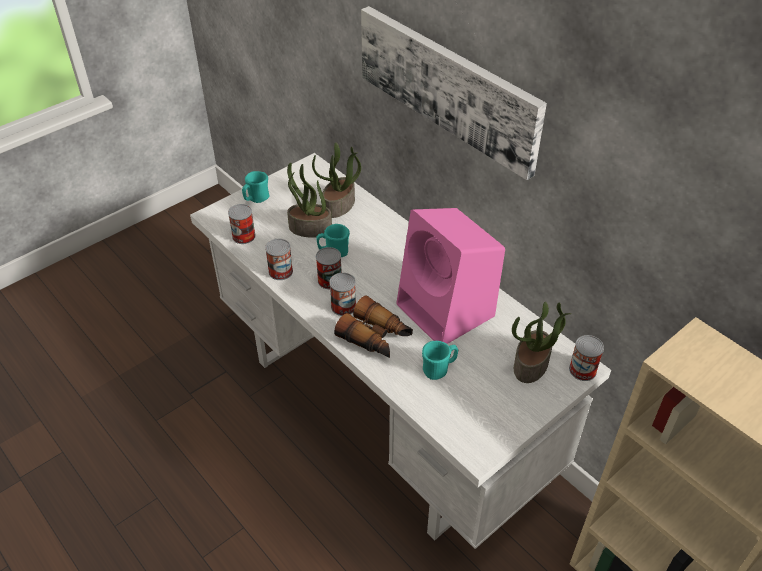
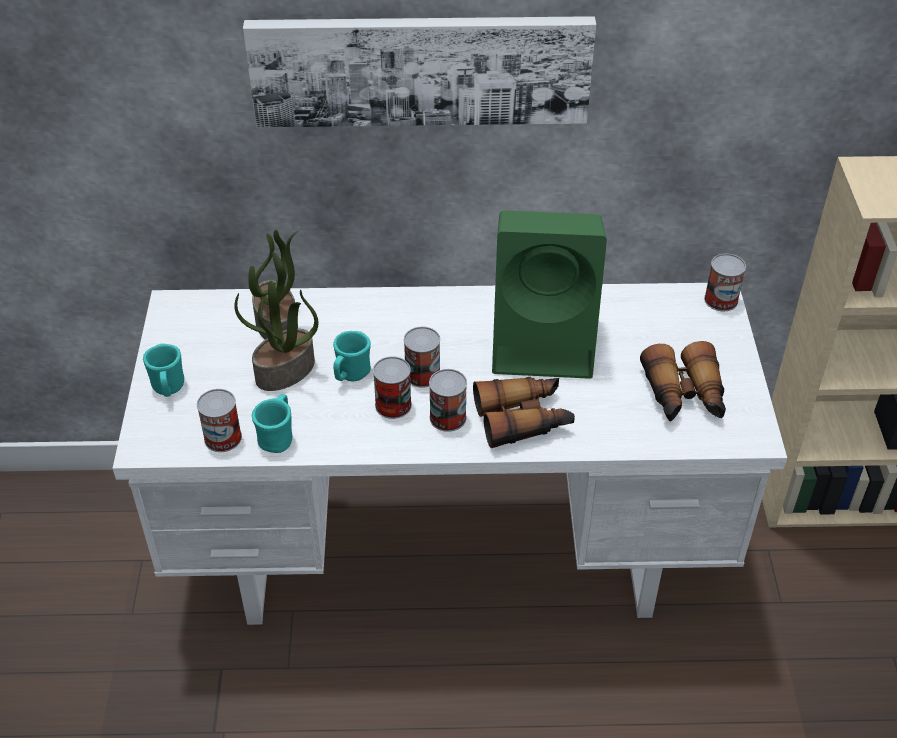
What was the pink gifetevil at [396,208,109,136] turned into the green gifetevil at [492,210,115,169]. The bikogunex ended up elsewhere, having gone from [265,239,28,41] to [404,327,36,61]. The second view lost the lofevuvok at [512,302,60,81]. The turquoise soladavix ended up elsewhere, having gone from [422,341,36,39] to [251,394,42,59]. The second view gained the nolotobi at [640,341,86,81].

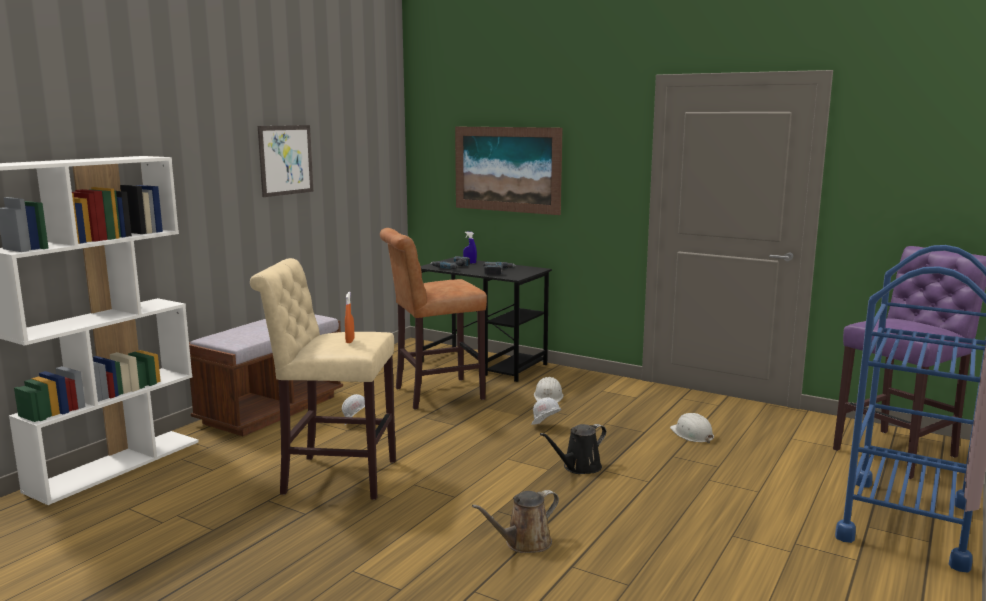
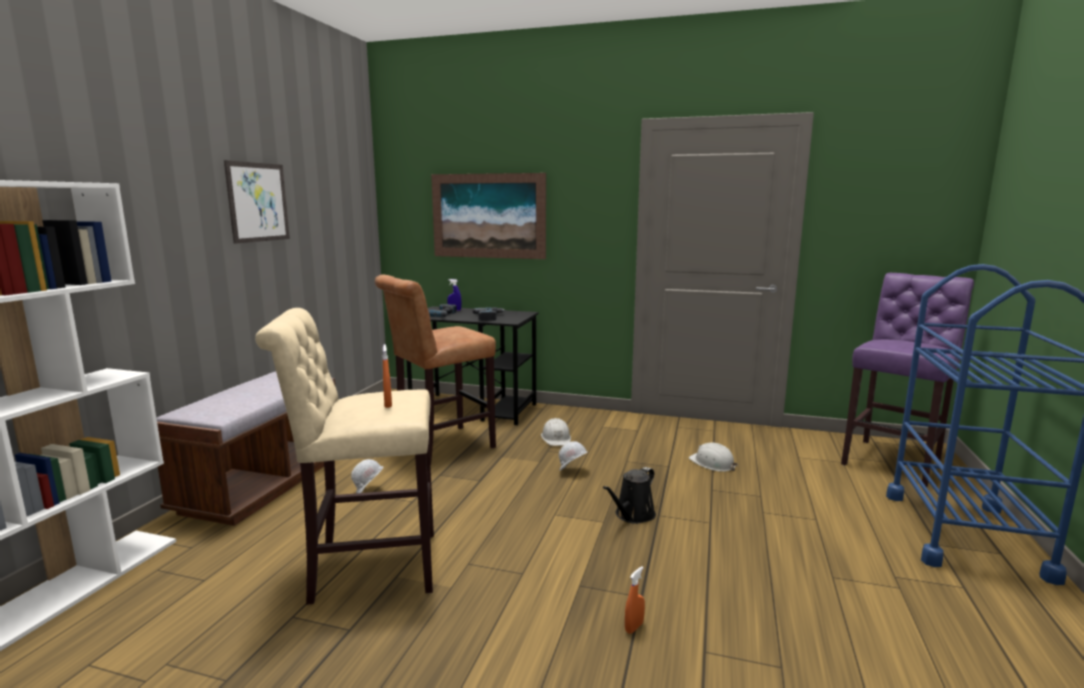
Where the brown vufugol stood at [472,490,87,63], the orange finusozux came to stand at [625,566,20,68].

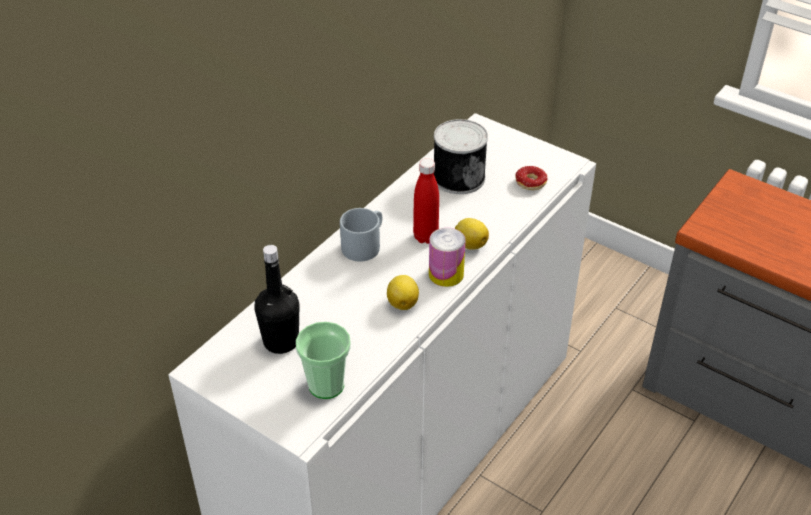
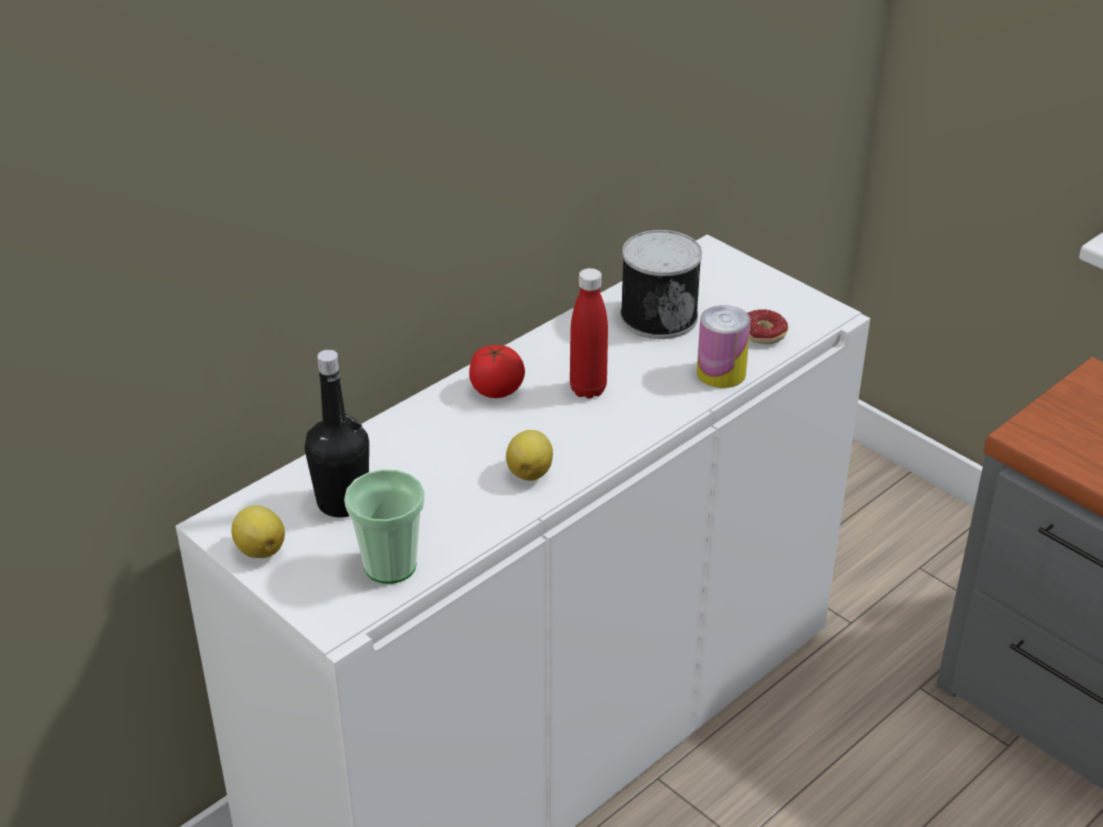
Where the grey soladavix stood at [340,208,42,54], the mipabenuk came to stand at [469,345,56,53]. The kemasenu ended up elsewhere, having gone from [455,218,34,32] to [231,505,54,53]. The bikogunex ended up elsewhere, having gone from [429,228,37,59] to [697,305,54,83].

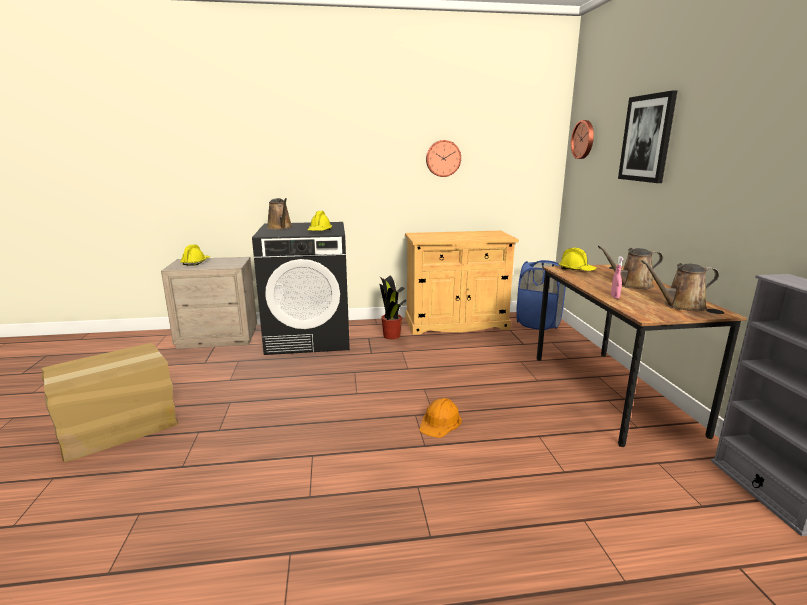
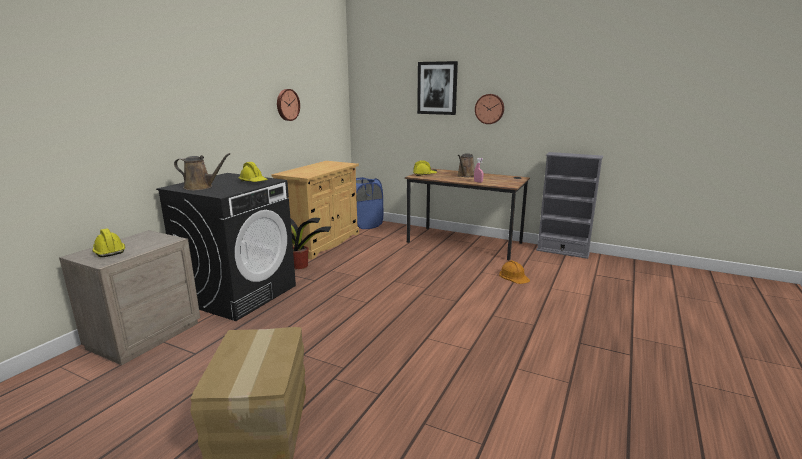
The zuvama ended up elsewhere, having gone from [571,120,23,39] to [475,94,29,30]. The second view lost the brown vufugol at [641,260,78,51]. The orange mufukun ended up elsewhere, having gone from [419,398,43,40] to [499,261,31,23].

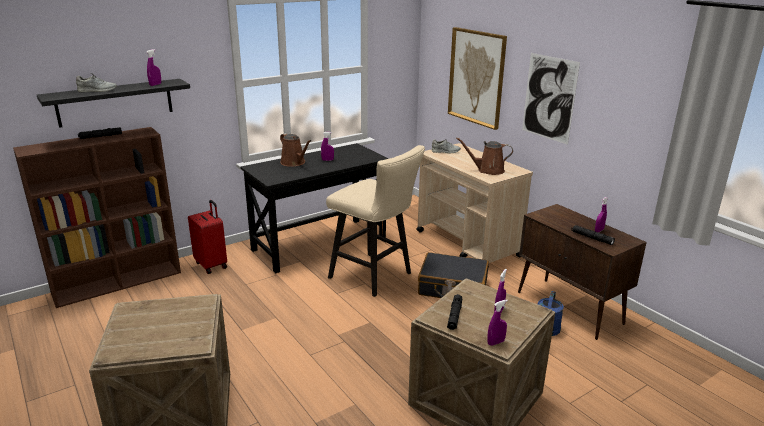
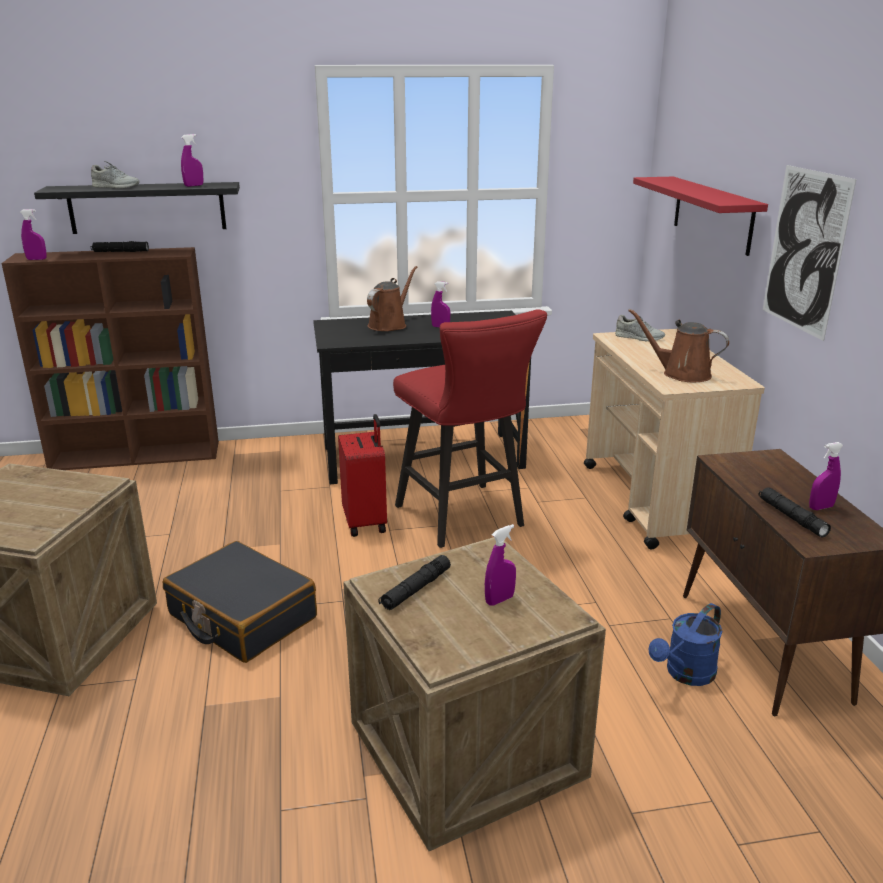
Where the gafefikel hung at [448,27,59,103], the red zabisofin came to hang at [633,177,135,79]. The brown vufugol at [280,133,32,34] ended up facing another way, 135 degrees counterclockwise from before. What was the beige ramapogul at [326,145,99,152] turned into the red ramapogul at [393,309,154,239]. The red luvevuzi ended up elsewhere, having gone from [188,200,39,74] to [338,414,49,123]. The black luvevuzi ended up elsewhere, having gone from [418,252,71,46] to [163,541,154,122]. The purple finusozux ended up elsewhere, having gone from [487,300,21,46] to [20,209,27,51].

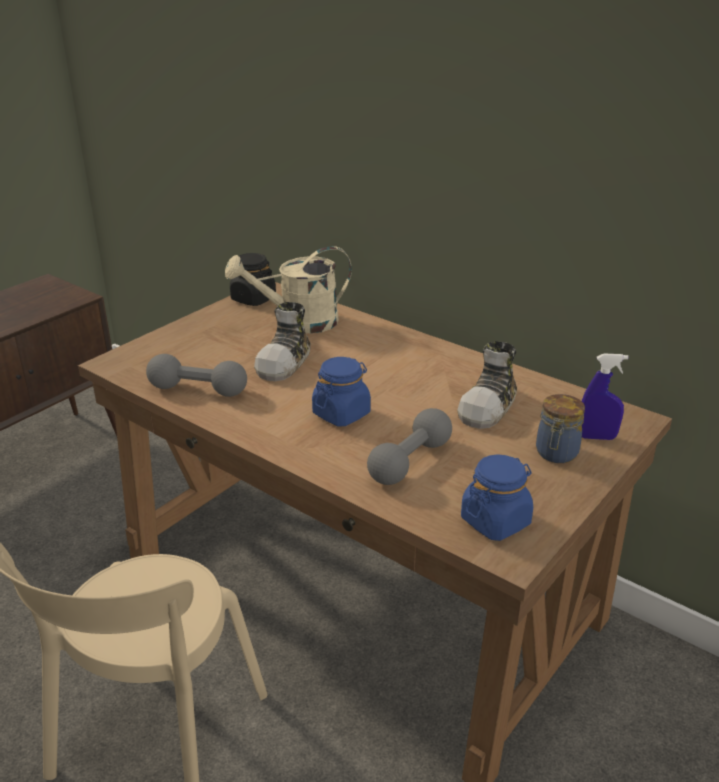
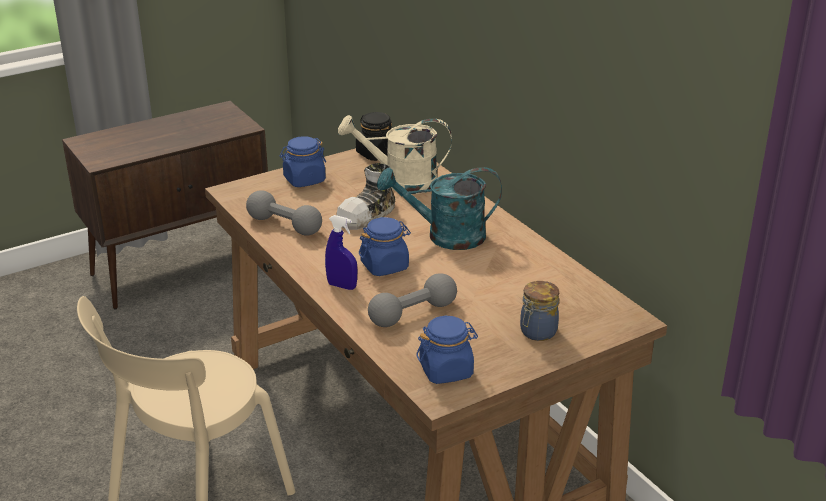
The second view lost the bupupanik at [457,341,60,88]. The blue finusozux ended up elsewhere, having gone from [582,354,46,86] to [325,215,32,75]. The second view gained the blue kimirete at [280,136,46,51]. The second view gained the turquoise vufugol at [377,167,125,83].

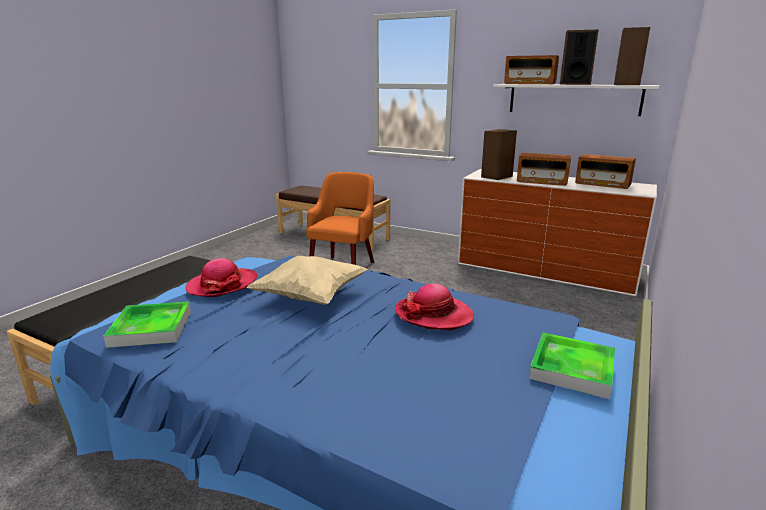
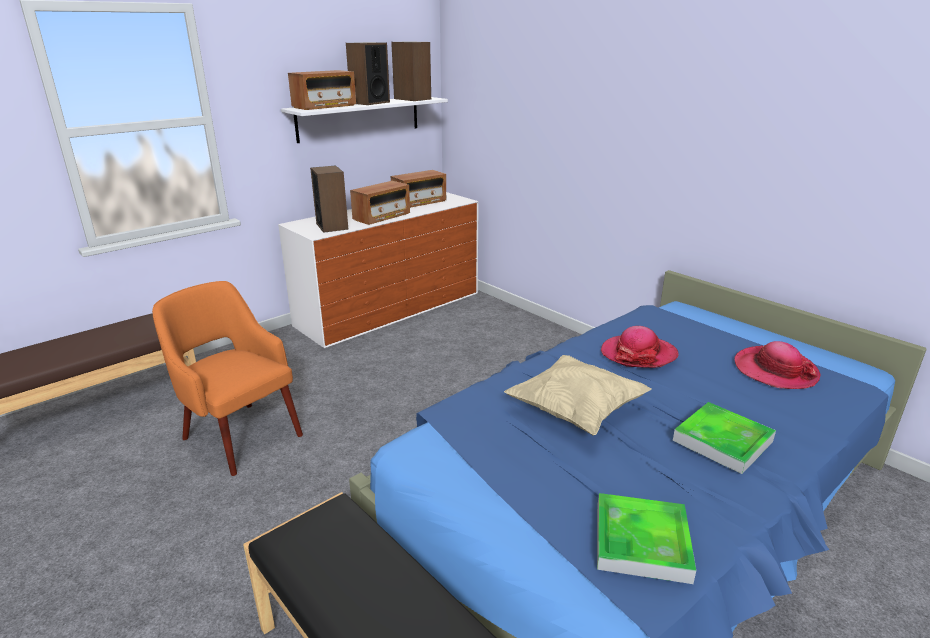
The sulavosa ended up elsewhere, having gone from [186,258,72,39] to [734,341,86,48]. The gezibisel ended up elsewhere, having gone from [529,332,86,67] to [673,402,103,72].

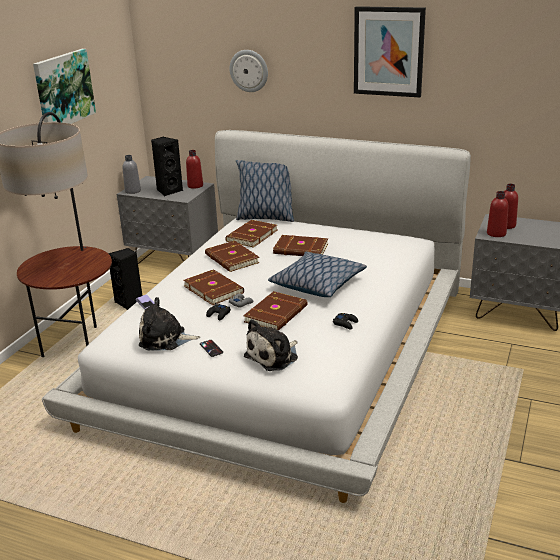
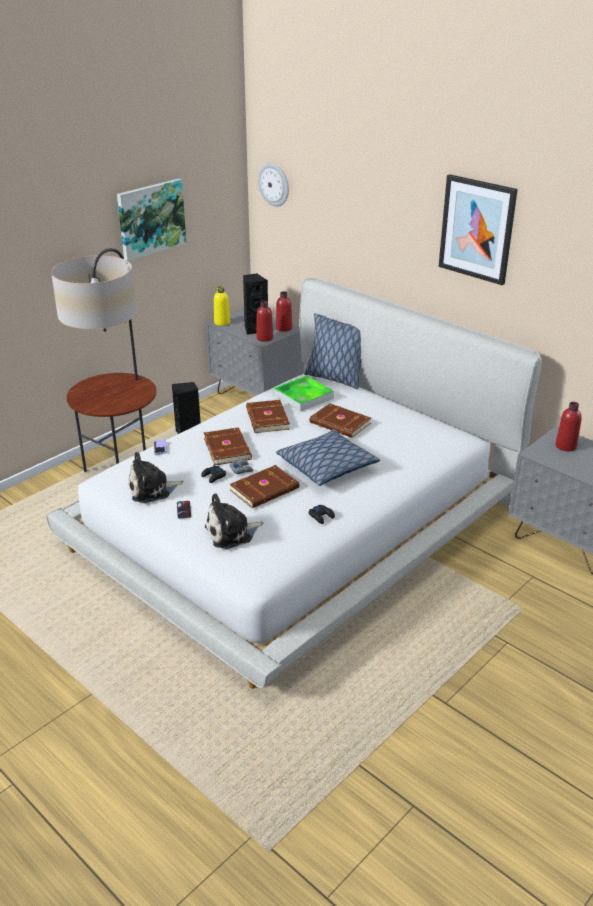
The zuvama ended up elsewhere, having gone from [229,50,39,42] to [258,163,31,44]. What was the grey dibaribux at [123,155,18,39] turned into the yellow dibaribux at [214,286,16,40]. The red dibaribux ended up elsewhere, having gone from [487,191,21,46] to [256,301,17,41]. Where the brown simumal stood at [225,220,52,28], the gezibisel came to stand at [274,376,60,36]. The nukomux at [139,297,61,54] ended up facing another way, 45 degrees counterclockwise from before.

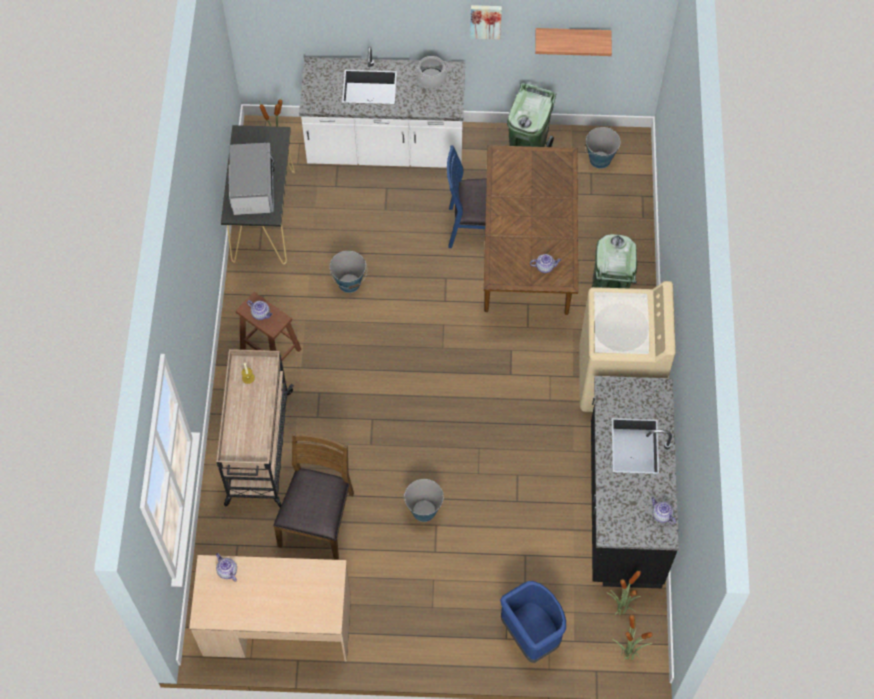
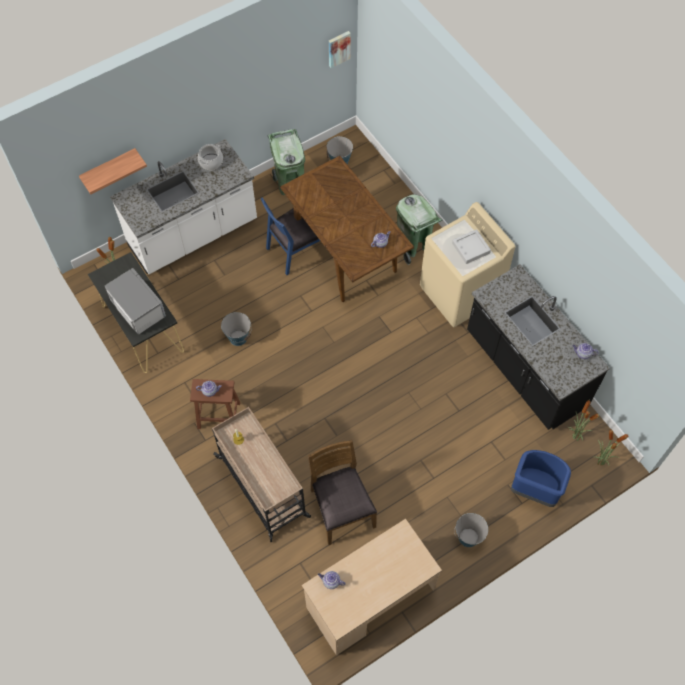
The gafefikel ended up elsewhere, having gone from [470,5,32,35] to [329,31,22,37]. The zabisofin ended up elsewhere, having gone from [535,28,77,28] to [79,148,68,47]. The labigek ended up elsewhere, having gone from [404,479,40,43] to [454,513,34,34]. The second view gained the grey gezibisel at [452,229,39,35].

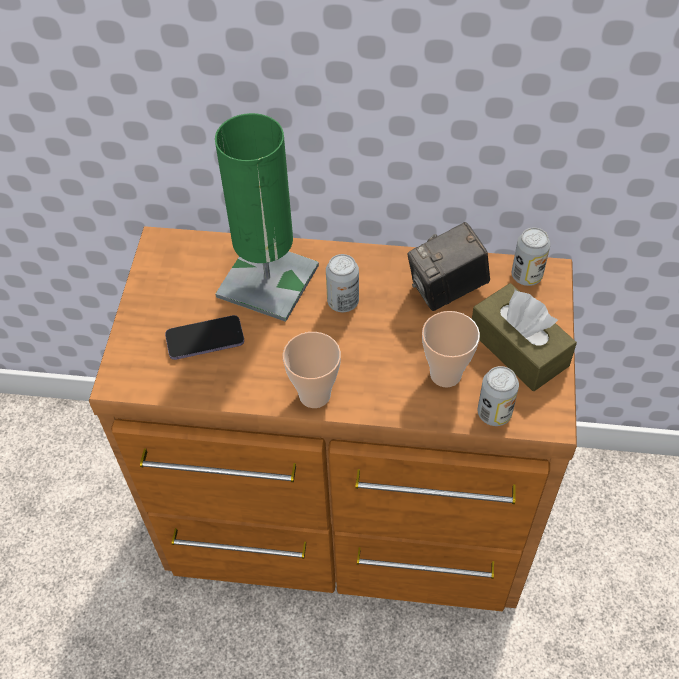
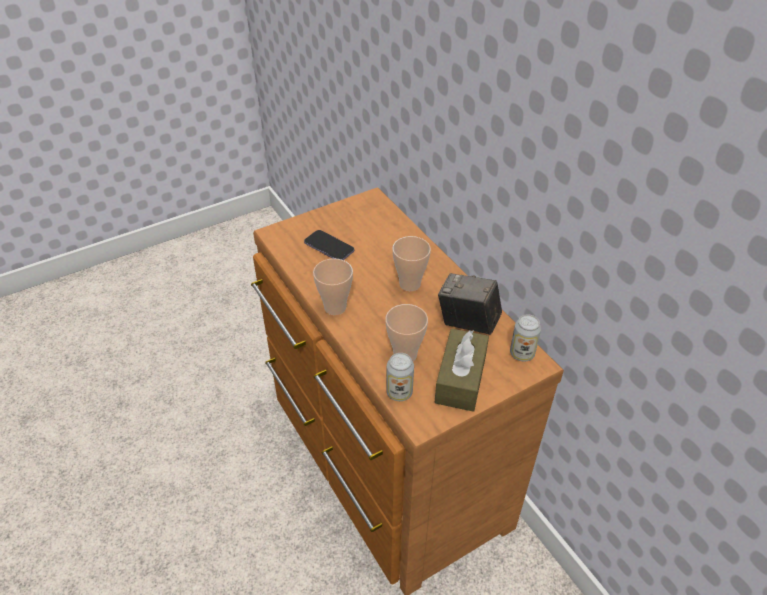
The second view lost the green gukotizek at [215,113,104,209]. Where the bikogunex stood at [326,254,33,58], the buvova came to stand at [392,236,39,55].

